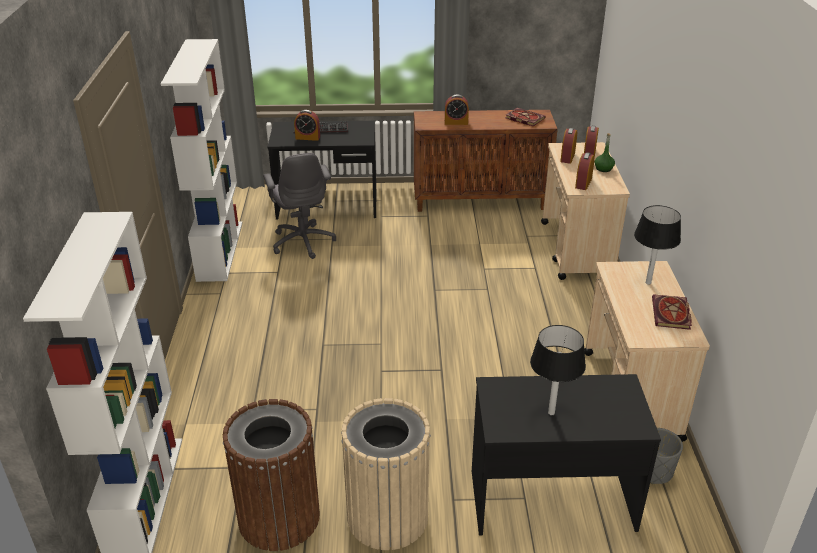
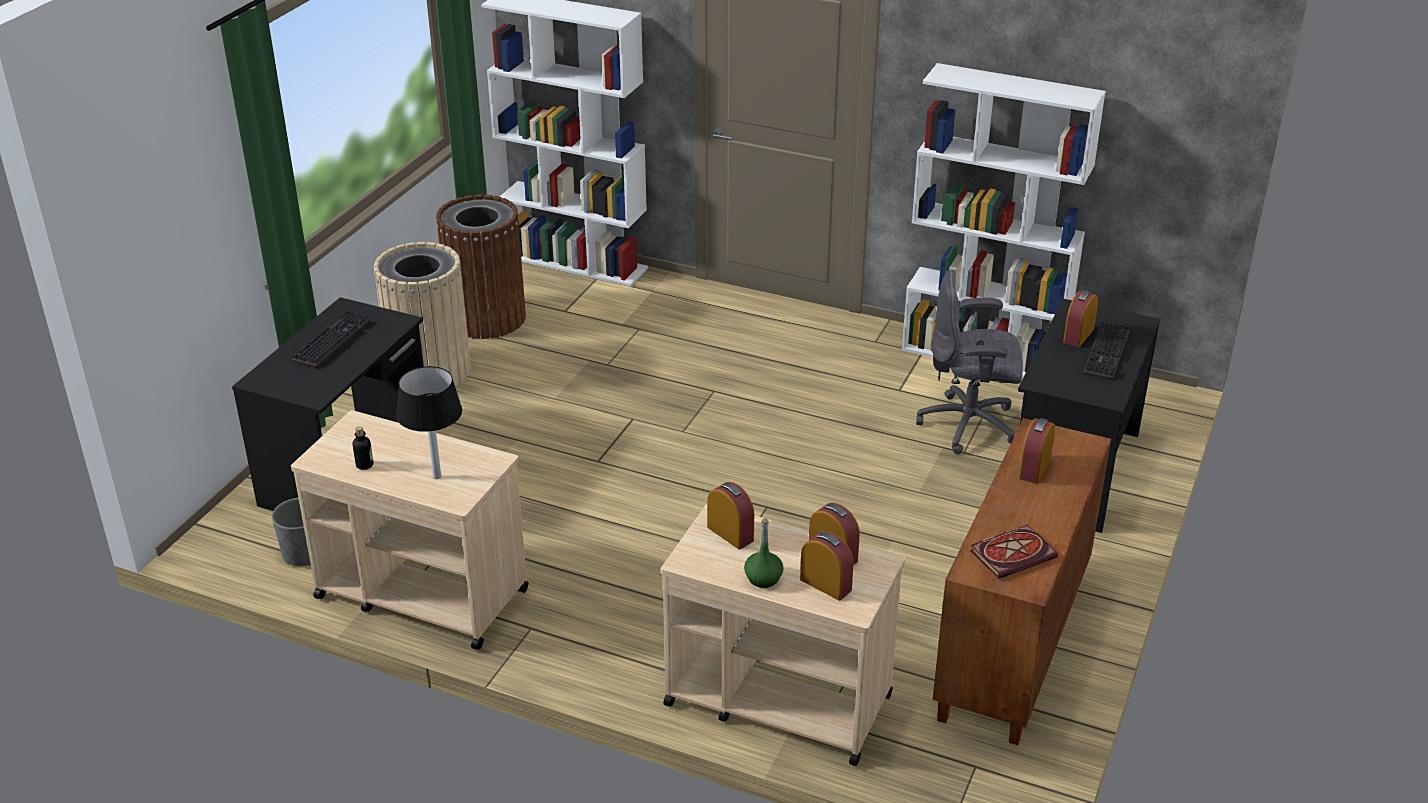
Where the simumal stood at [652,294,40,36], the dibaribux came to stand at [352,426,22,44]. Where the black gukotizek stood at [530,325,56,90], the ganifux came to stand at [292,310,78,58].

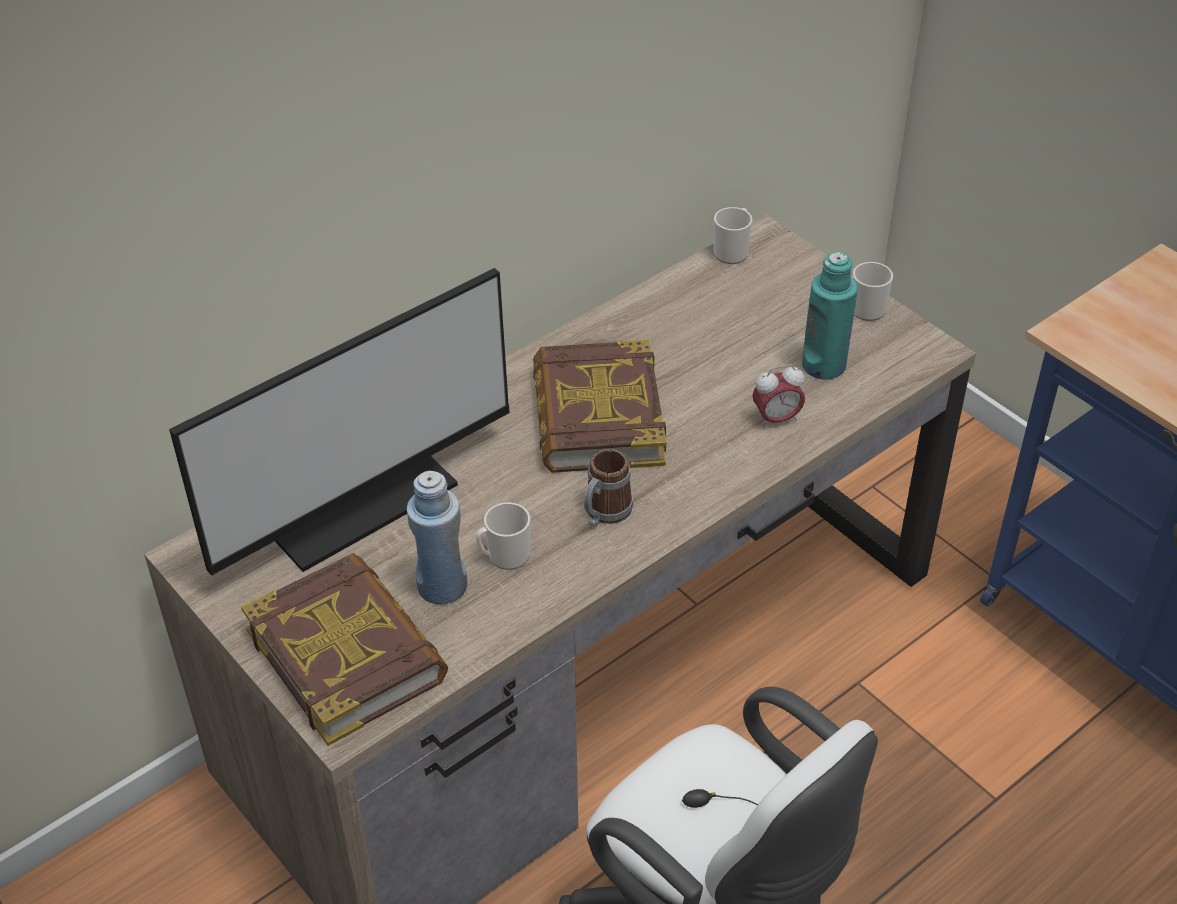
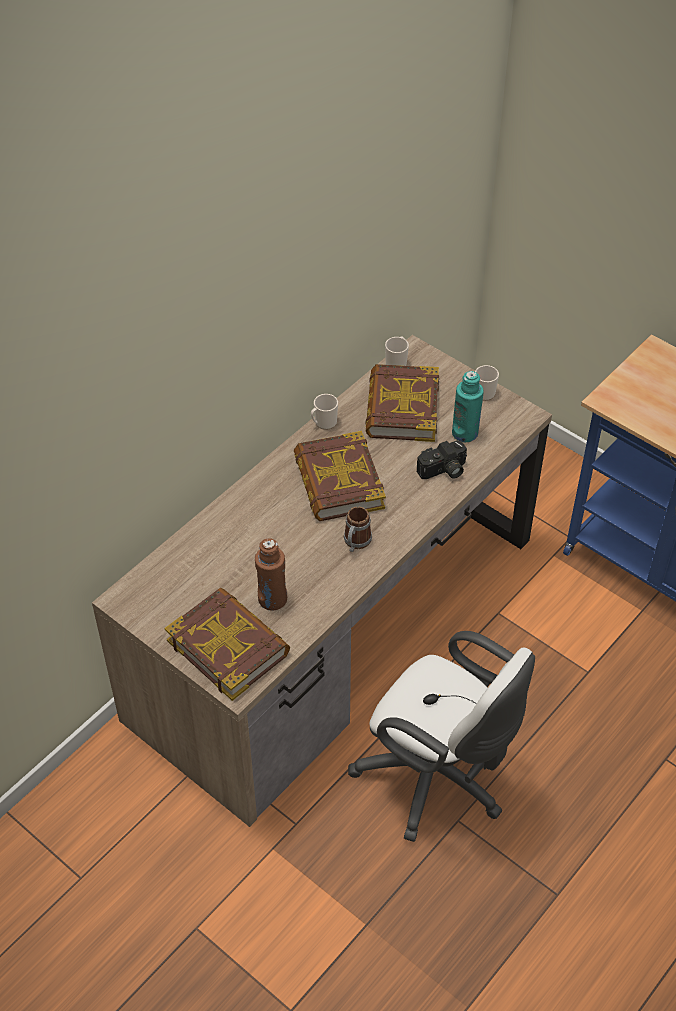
The second view lost the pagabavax at [169,268,341,308]. Where the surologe stood at [752,364,53,64], the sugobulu came to stand at [417,441,50,38]. What was the blue dibaribux at [407,471,60,133] turned into the brown dibaribux at [255,538,32,73]. The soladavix ended up elsewhere, having gone from [476,502,54,68] to [311,394,27,36]. The second view gained the simumal at [365,364,74,78].

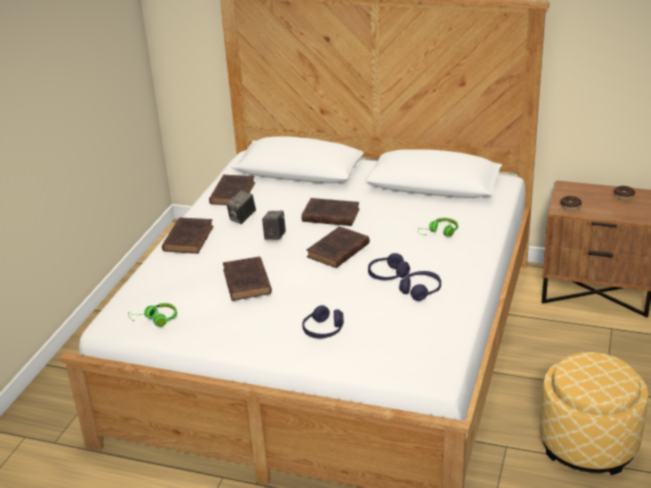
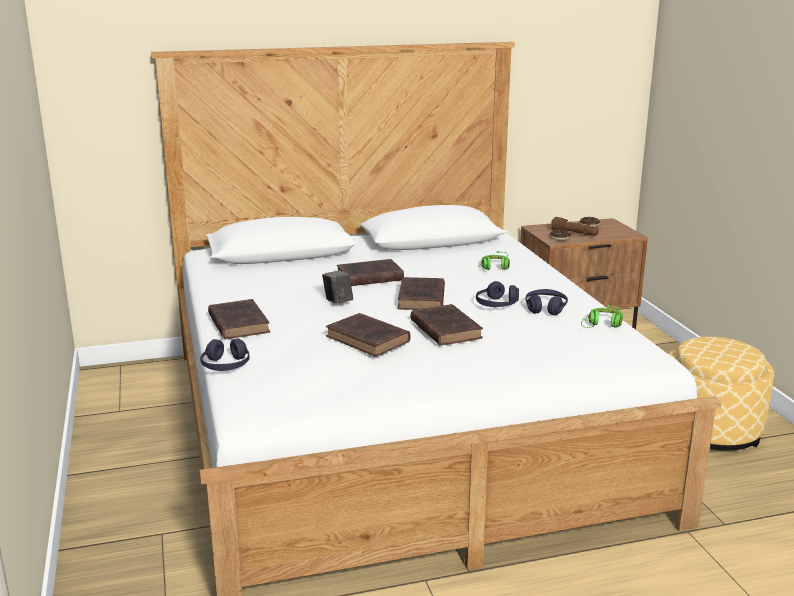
The brown simumal ended up elsewhere, having gone from [209,175,46,30] to [410,304,73,42]. The second view lost the sugobulu at [227,190,29,34]. The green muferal ended up elsewhere, having gone from [128,303,49,24] to [581,305,42,23]. The purple muferal ended up elsewhere, having gone from [302,305,42,33] to [200,338,50,33]. The second view gained the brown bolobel at [551,217,48,19].

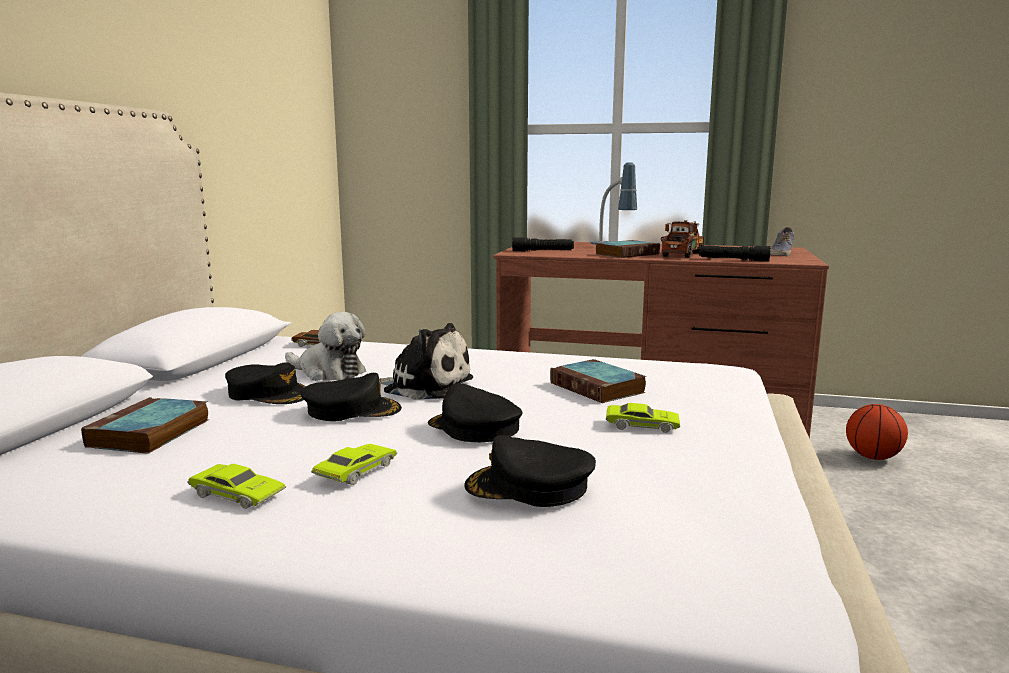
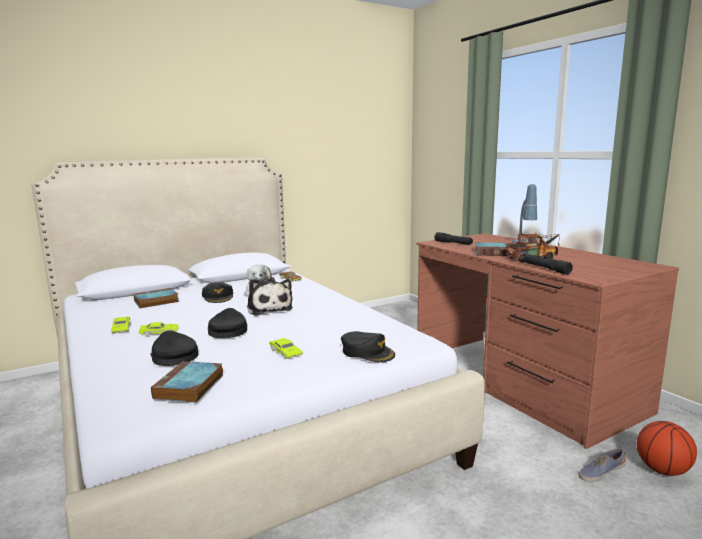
The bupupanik ended up elsewhere, having gone from [770,227,24,29] to [579,448,47,34]. The simumal ended up elsewhere, having gone from [550,359,97,44] to [151,361,72,42]. The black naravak ended up elsewhere, having gone from [300,373,102,48] to [341,331,54,31].

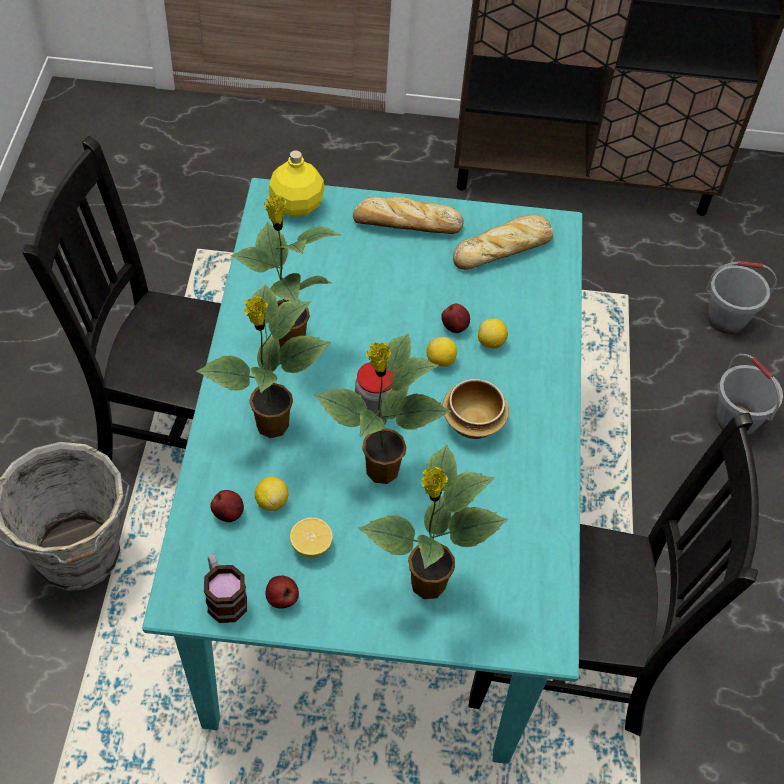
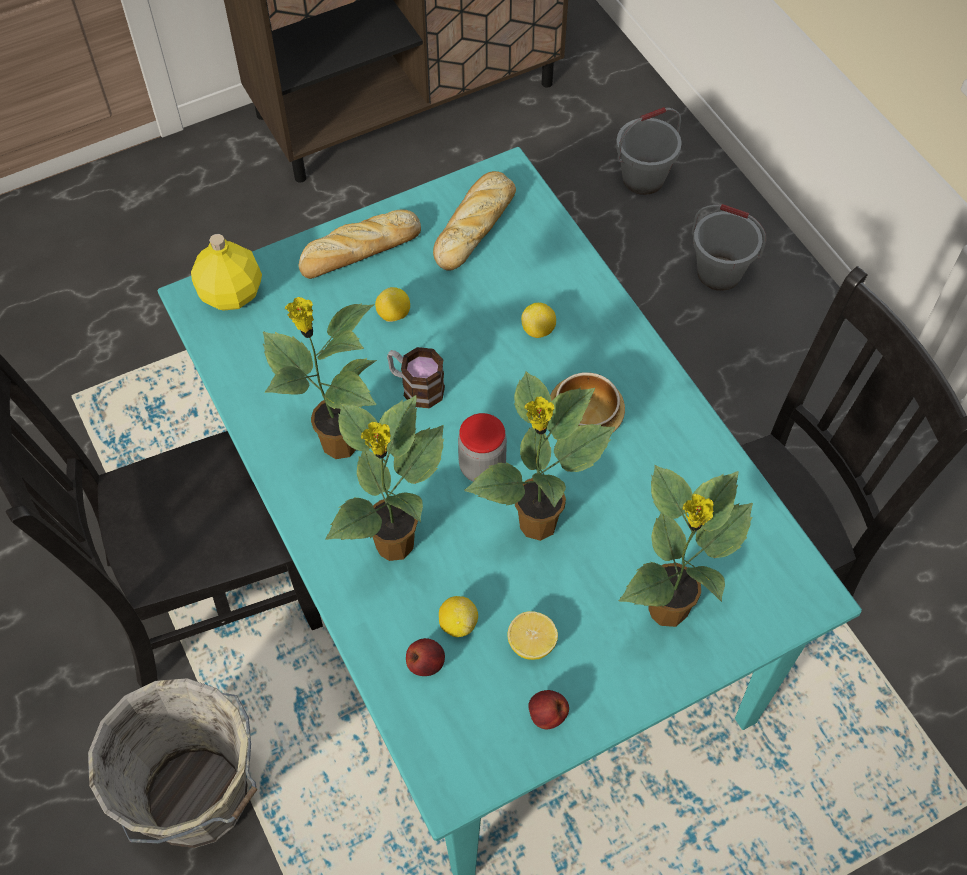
The second view lost the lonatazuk at [441,304,29,29]. The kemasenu ended up elsewhere, having gone from [426,337,31,30] to [375,287,35,35]. The soladavix ended up elsewhere, having gone from [204,554,43,69] to [387,347,58,61].

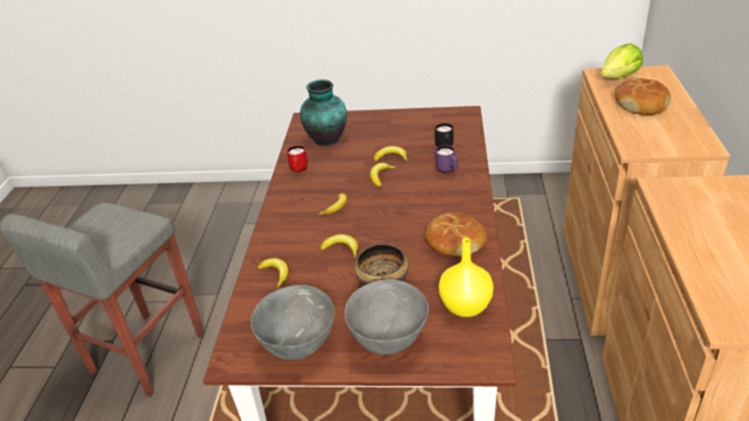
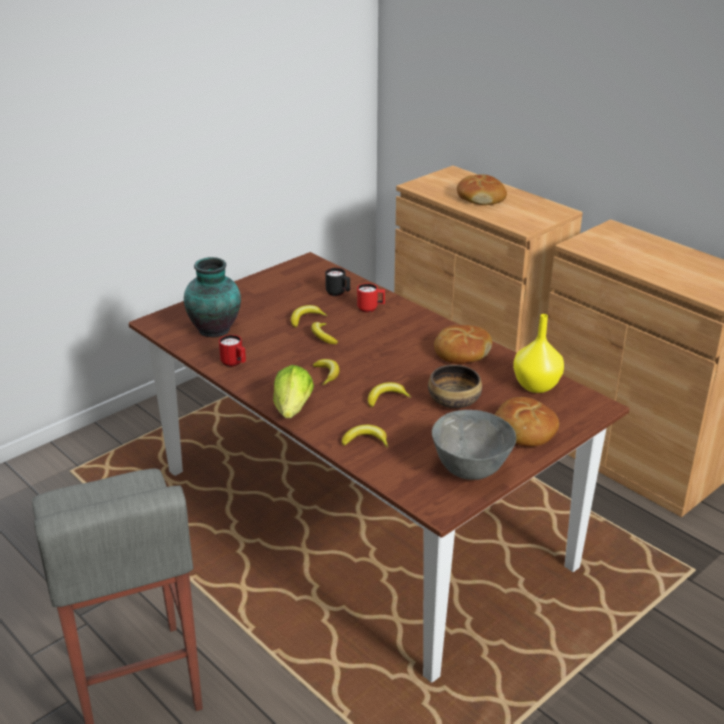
The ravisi ended up elsewhere, having gone from [601,43,42,36] to [273,365,41,53]. What was the purple soladavix at [435,145,23,28] turned into the red soladavix at [357,283,28,30]. Where the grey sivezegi stood at [345,279,84,76], the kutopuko came to stand at [495,397,64,49].

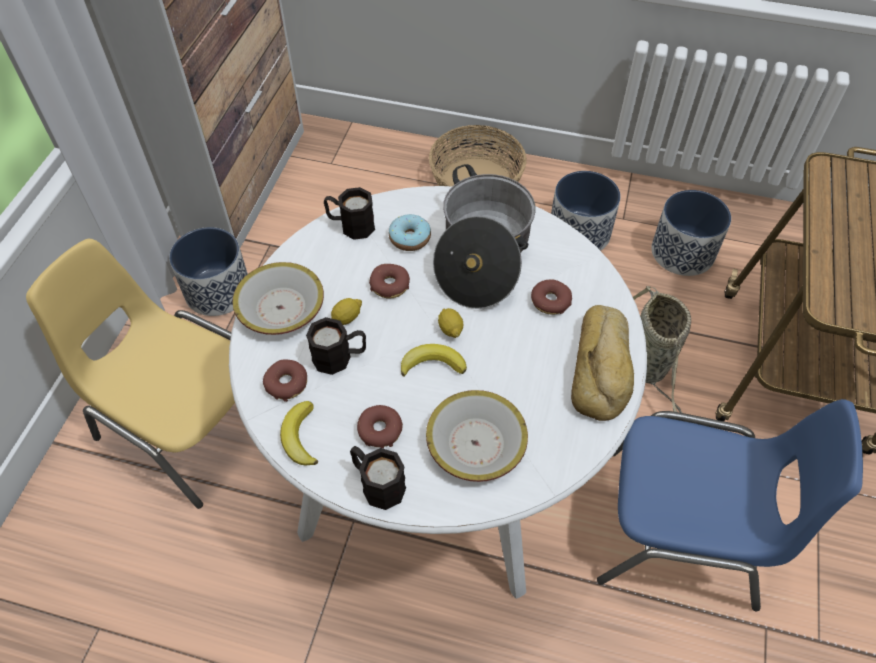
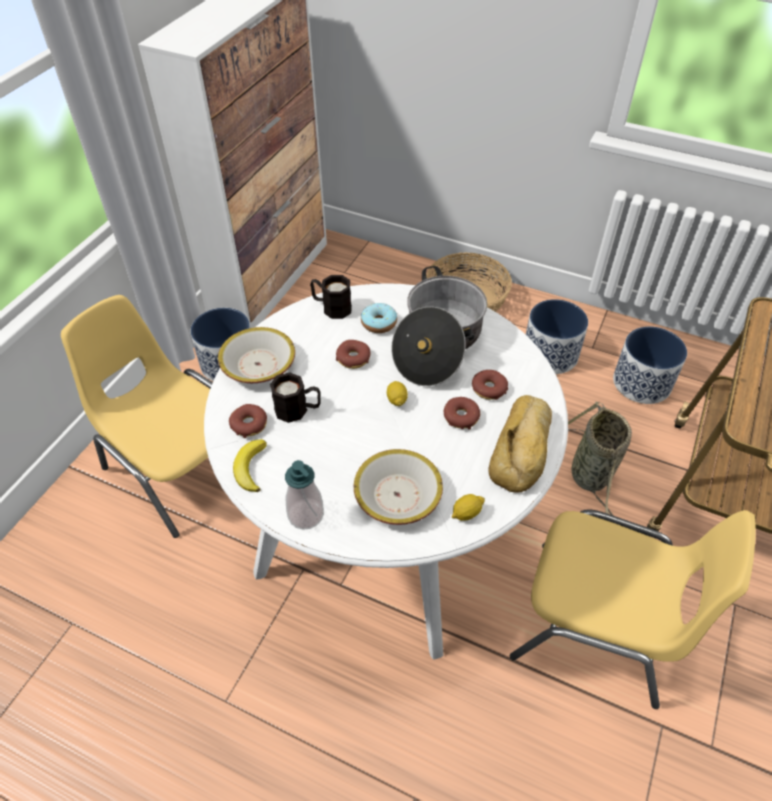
The kemasenu ended up elsewhere, having gone from [331,298,31,27] to [452,494,33,27]. The second view lost the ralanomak at [401,344,66,33]. What was the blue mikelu at [597,399,266,212] turned into the yellow mikelu at [510,509,246,200]. The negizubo ended up elsewhere, having gone from [357,405,46,43] to [444,397,36,32]. Where the black soladavix stood at [350,446,56,64], the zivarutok came to stand at [285,460,39,70].

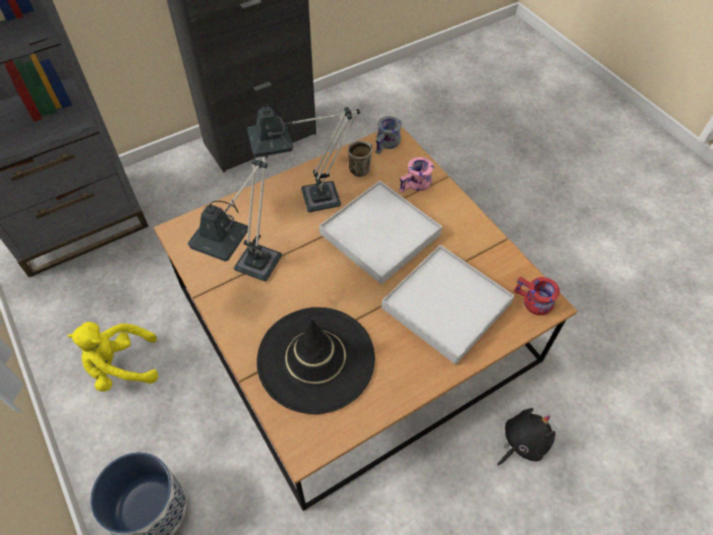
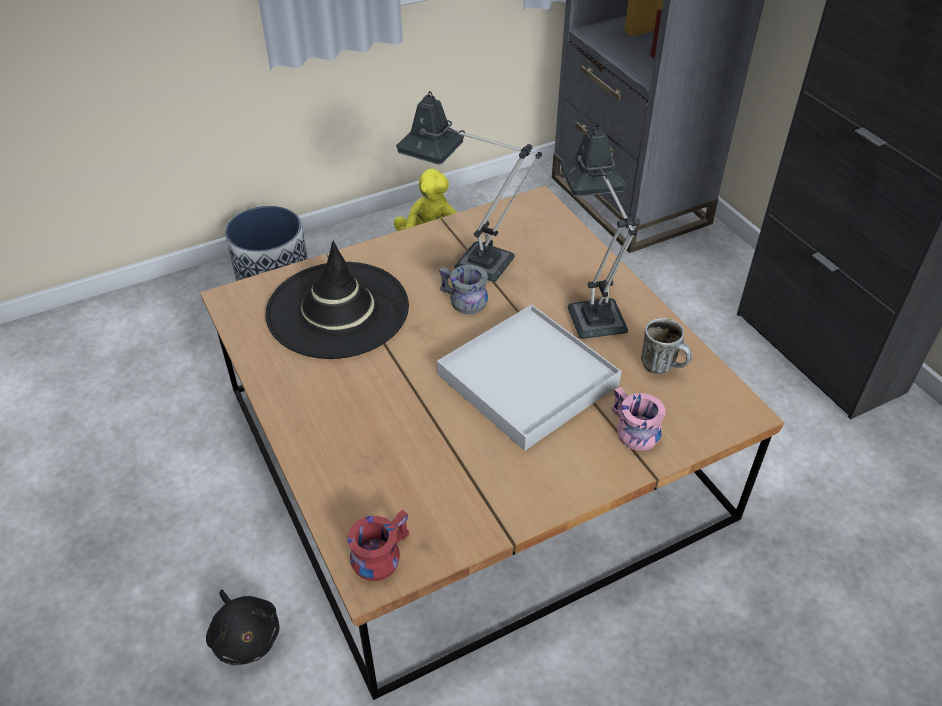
The grey soladavix ended up elsewhere, having gone from [376,116,26,38] to [439,265,49,49]. The second view lost the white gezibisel at [381,245,134,120].

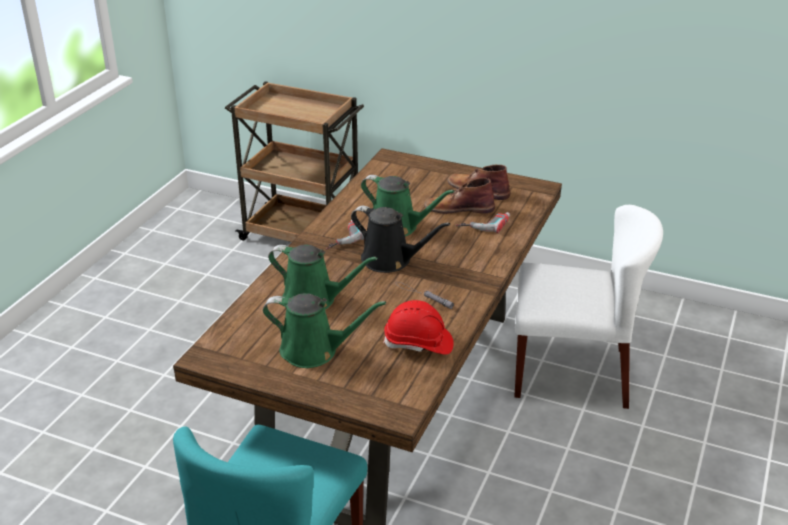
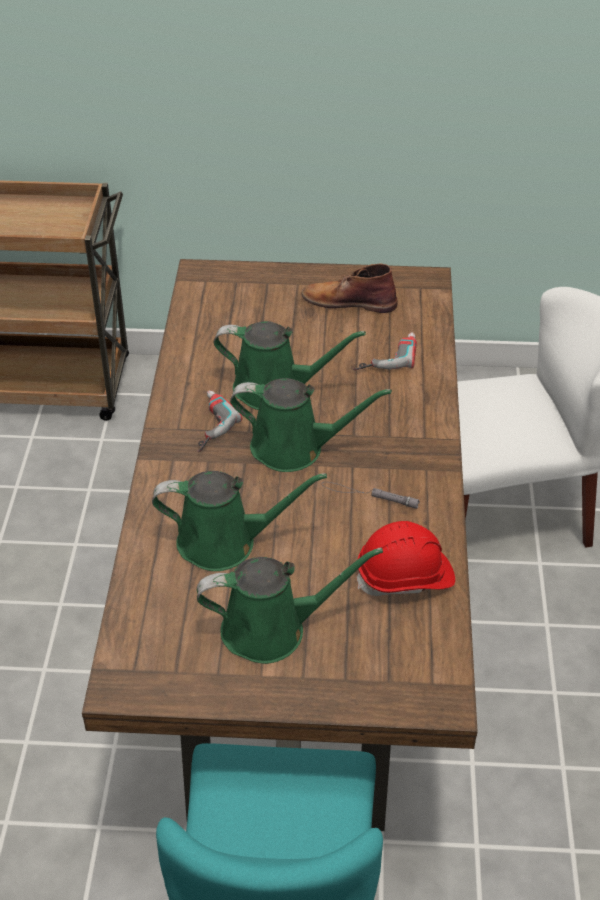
The second view lost the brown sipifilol at [424,178,71,36]. What was the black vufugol at [351,206,99,67] turned into the green vufugol at [230,378,162,94].

